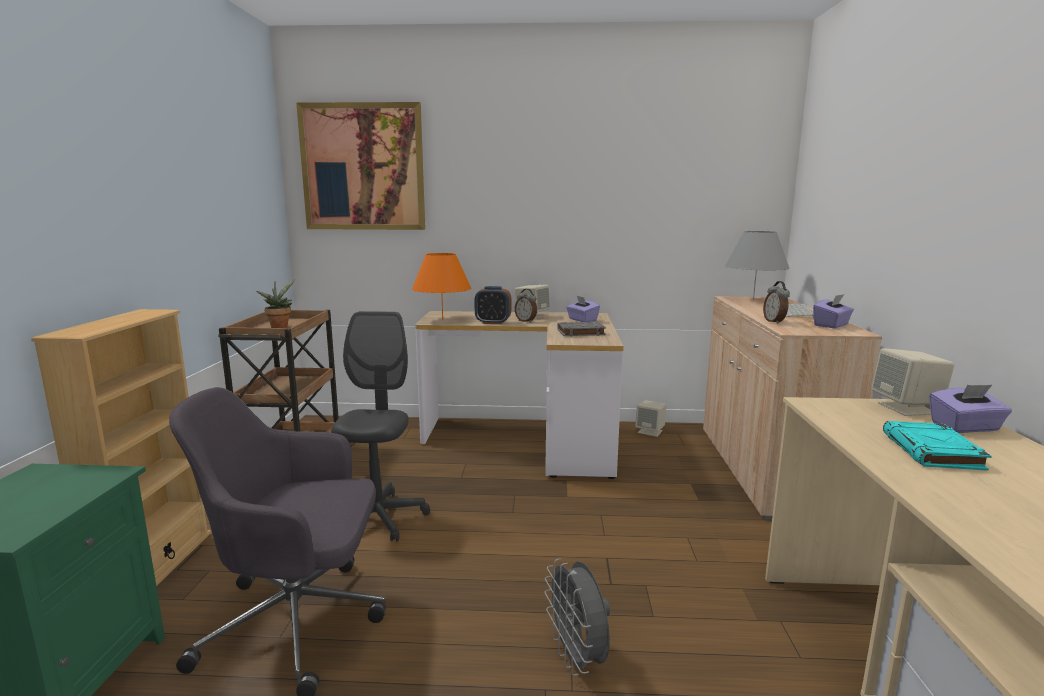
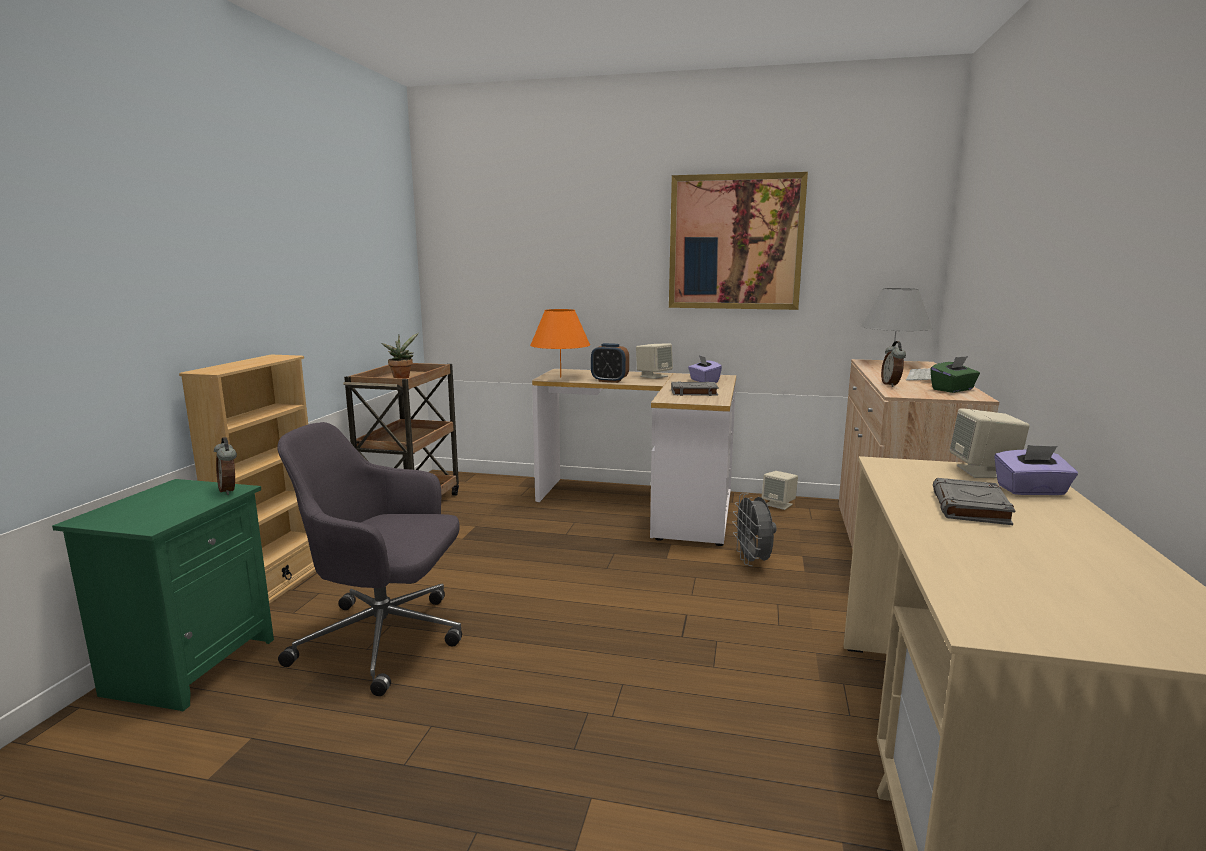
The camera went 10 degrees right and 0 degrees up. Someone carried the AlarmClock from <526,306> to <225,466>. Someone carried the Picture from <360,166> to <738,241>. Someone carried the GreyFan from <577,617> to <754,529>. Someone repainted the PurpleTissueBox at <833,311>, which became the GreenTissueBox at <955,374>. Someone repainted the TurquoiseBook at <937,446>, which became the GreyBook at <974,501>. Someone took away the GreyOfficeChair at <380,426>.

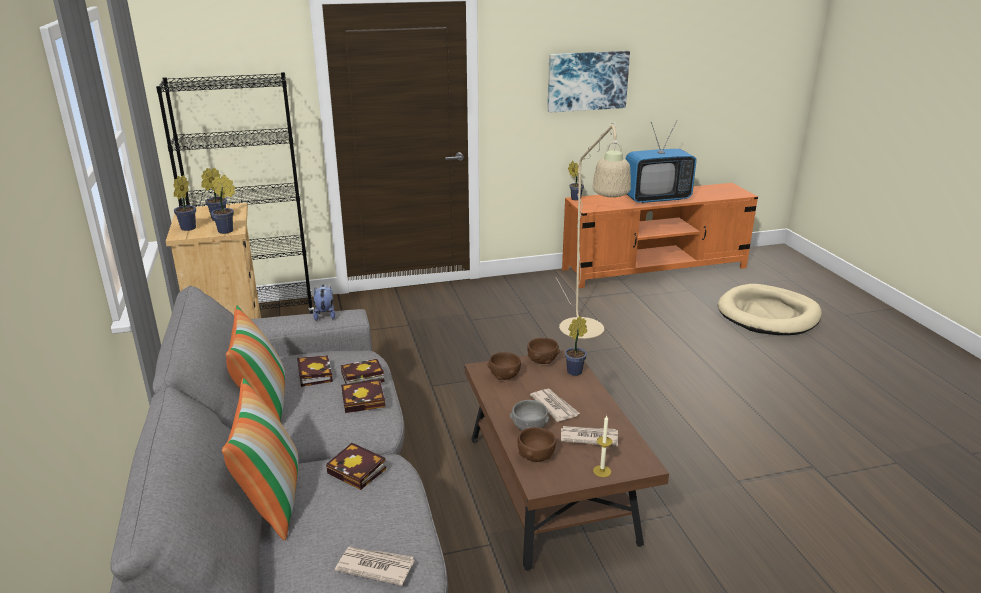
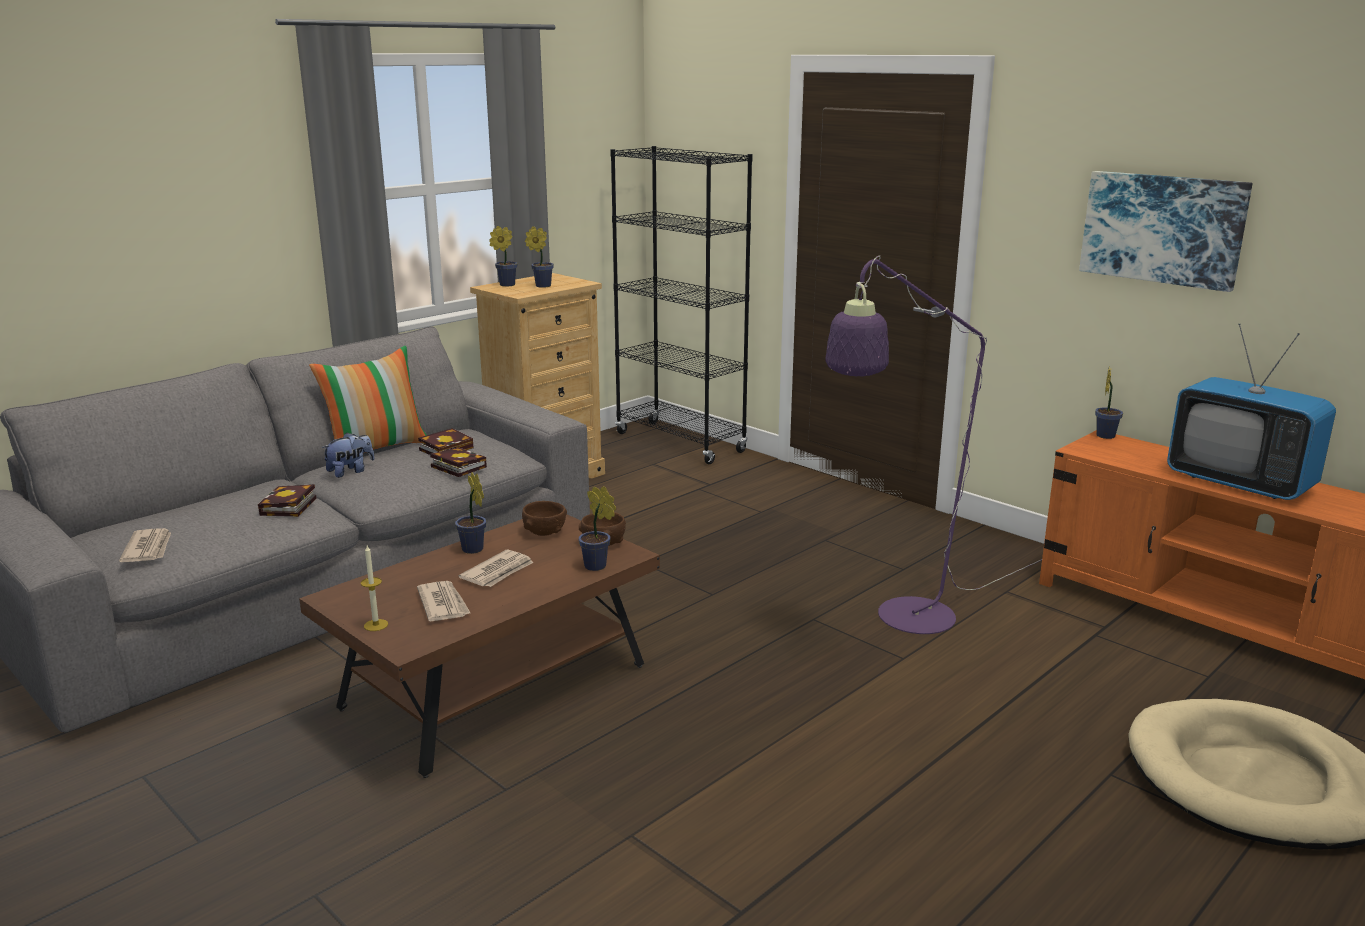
The camera went 60 degrees right and 5 degrees down. Someone carried the PlushToy from <324,303> to <348,455>. Someone carried the PottedPlant from <223,204> to <470,513>. Someone repainted the BeigeFloorLamp at <593,231>, which became the PurpleFloorLamp at <934,445>. Someone took away the Pillow at <260,459>. Someone took away the Book at <363,396>. Someone took away the GreyBowl at <530,415>. Someone took away the BrownBowl at <536,444>.

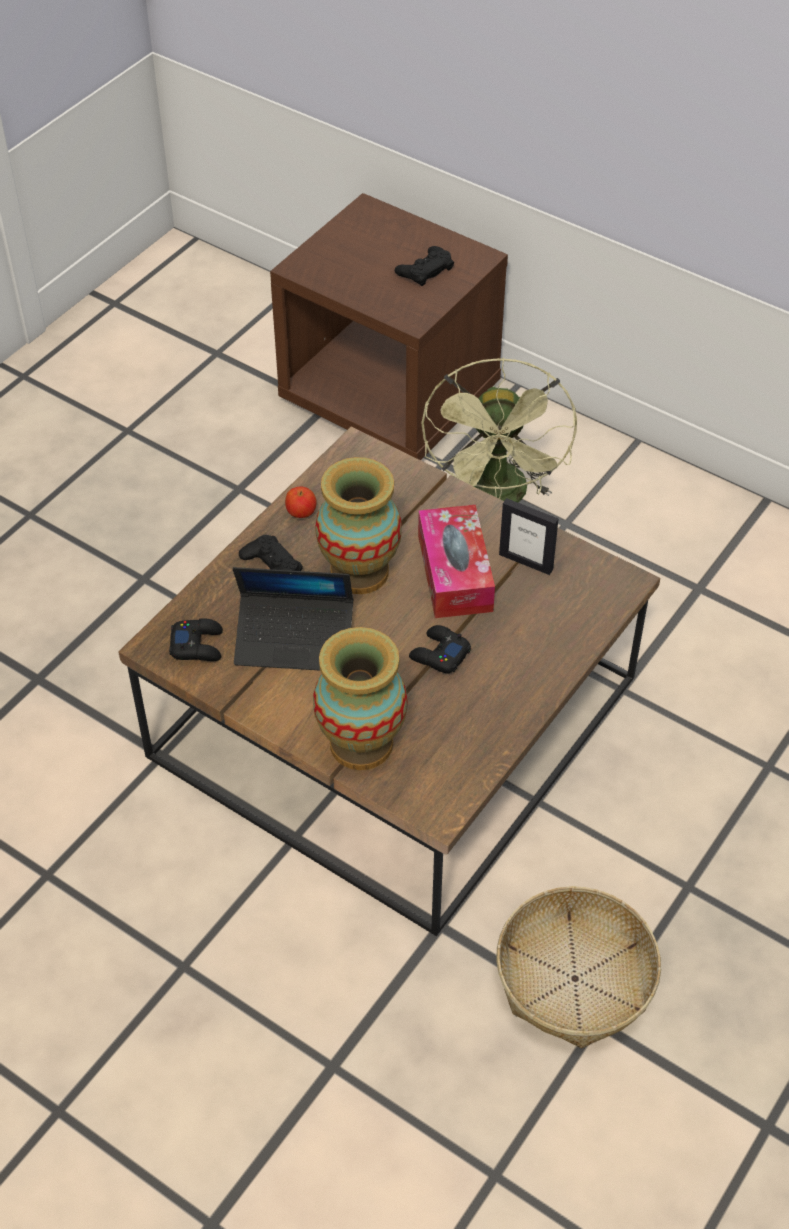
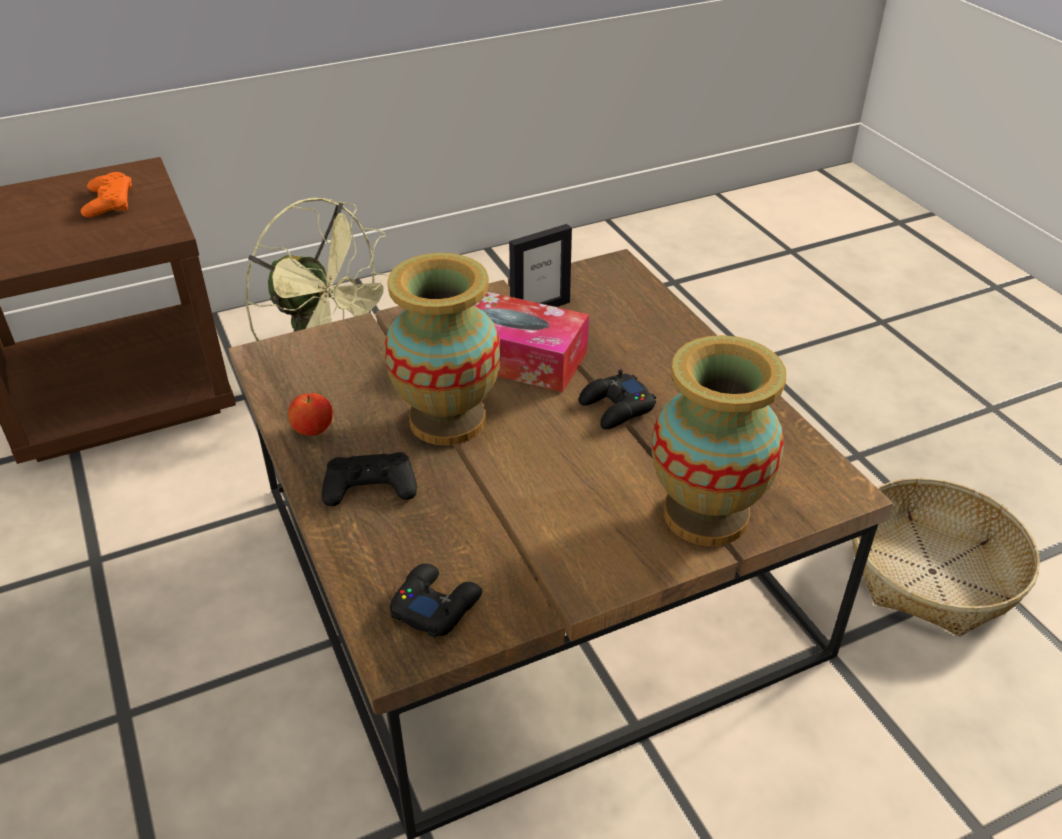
The camera went 60 degrees left and 10 degrees down. Someone repainted the BlackGameController at <424,266>, which became the OrangeGameController at <106,194>. Someone took away the Laptop at <293,618>.

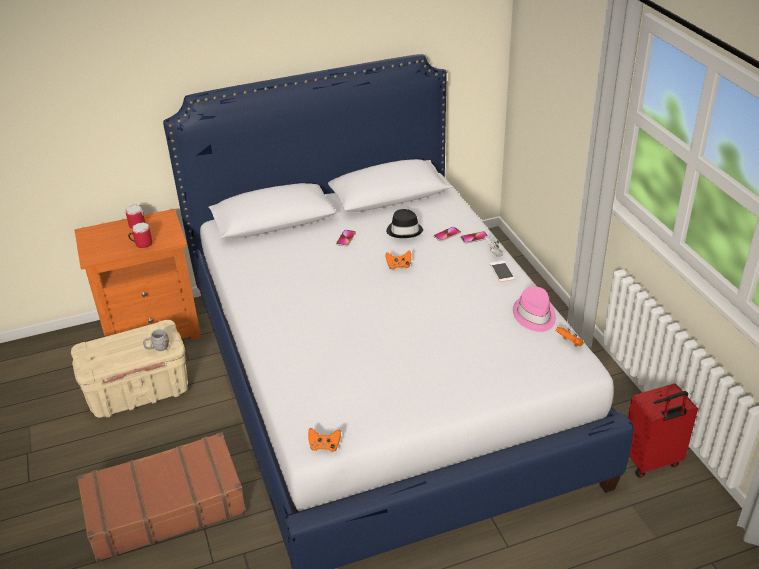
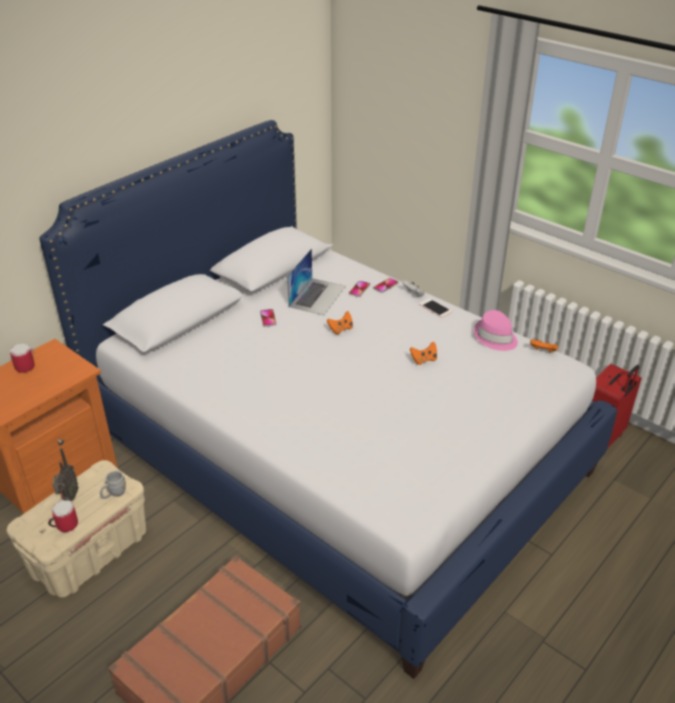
The camera went 30 degrees left and 0 degrees up. Someone carried the Mug from <140,235> to <63,516>. Someone put down the Radio at <65,474>. Someone swapped the BlackHat at <404,223> for the Laptop at <316,282>. Someone carried the OrangeGameController from <324,440> to <423,353>.

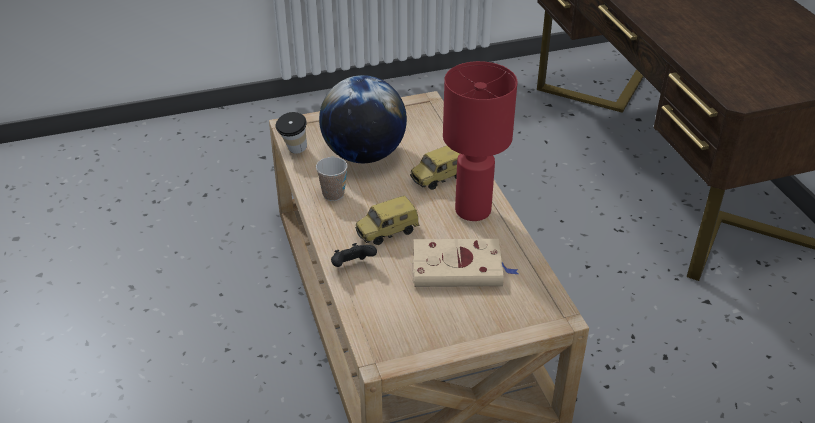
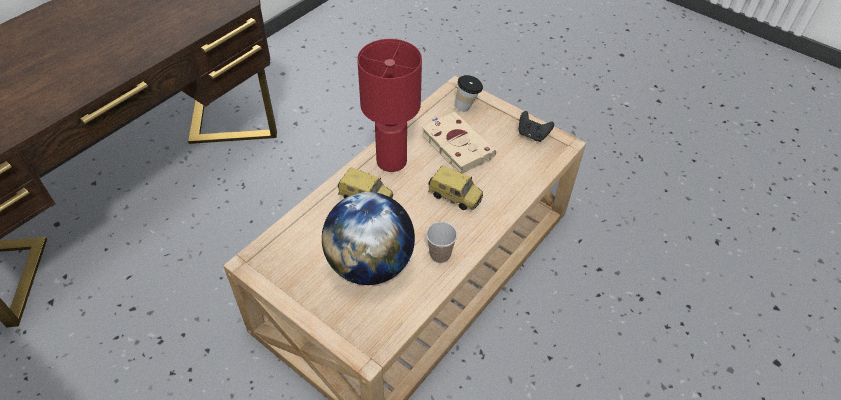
The camera went 125 degrees left and 10 degrees up. Someone carried the Cup from <291,133> to <468,93>. Someone carried the BlackGameController from <354,255> to <536,126>.

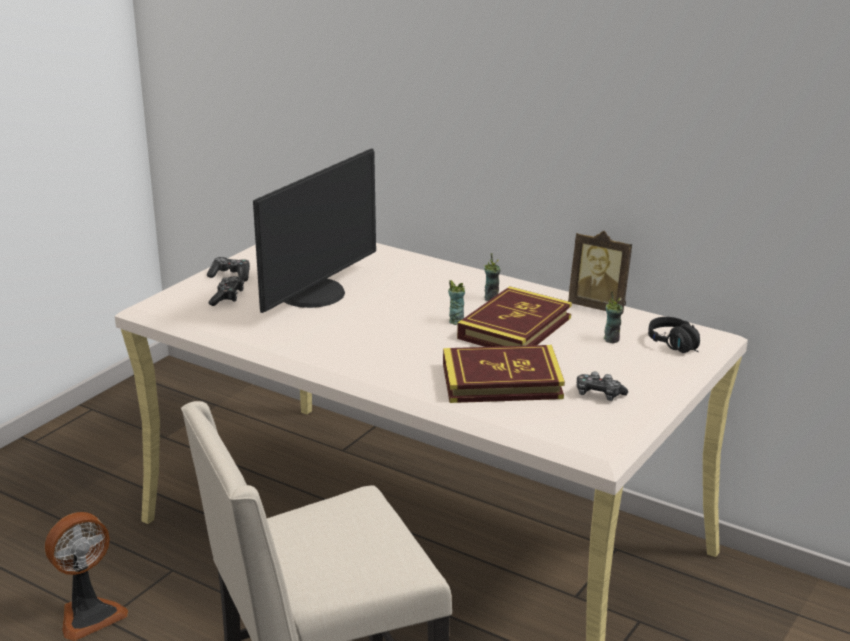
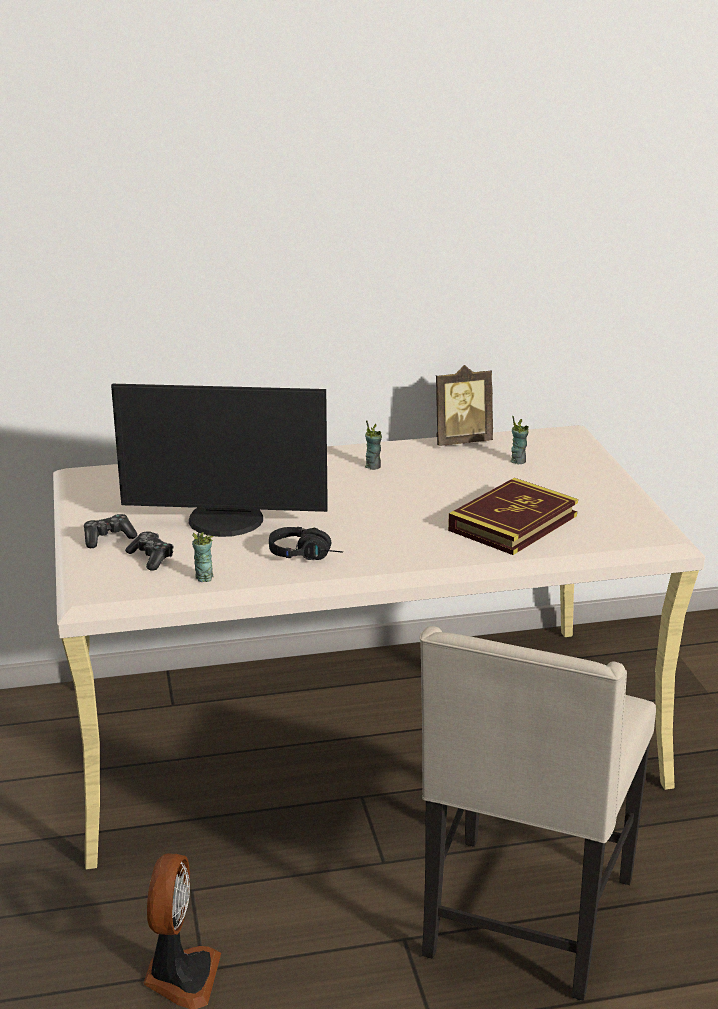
The camera went 45 degrees left and 0 degrees up. Someone rotated the Monitor at <314,230> by 105 degrees clockwise. Someone carried the Cup from <456,302> to <203,557>. Someone carried the BlackHeadphones from <674,335> to <306,543>. Someone took away the Book at <514,316>. Someone took away the GameController at <602,386>.

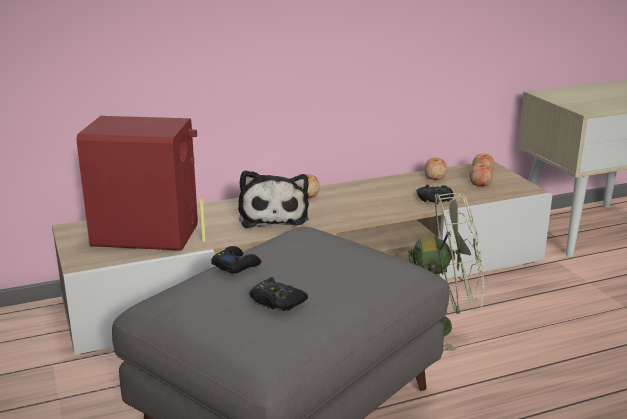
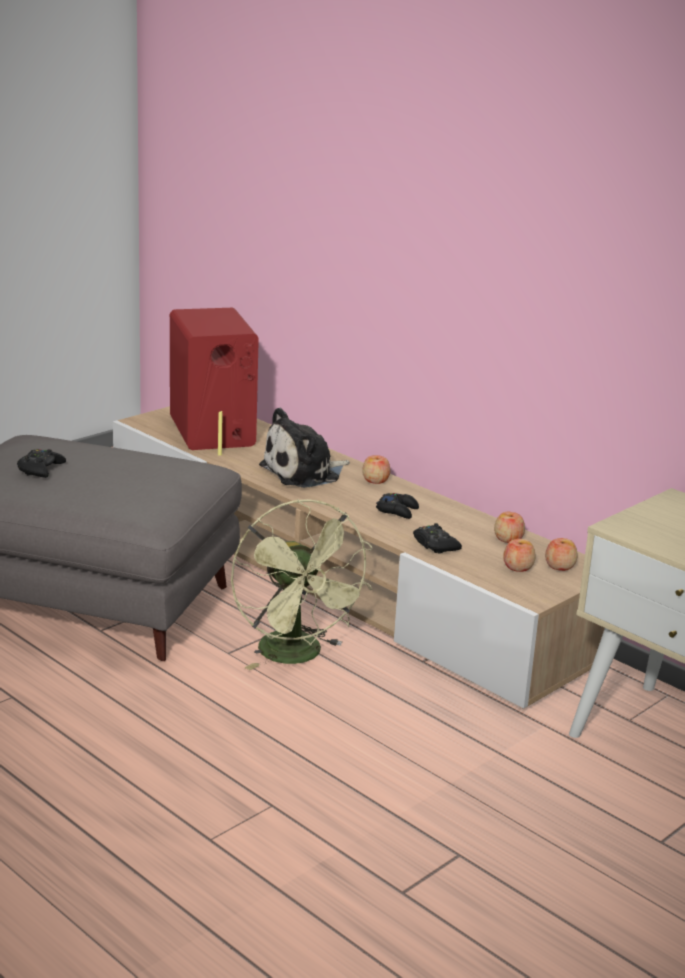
The camera went 65 degrees right and 0 degrees up. Someone carried the BlackGameController from <236,260> to <397,506>.

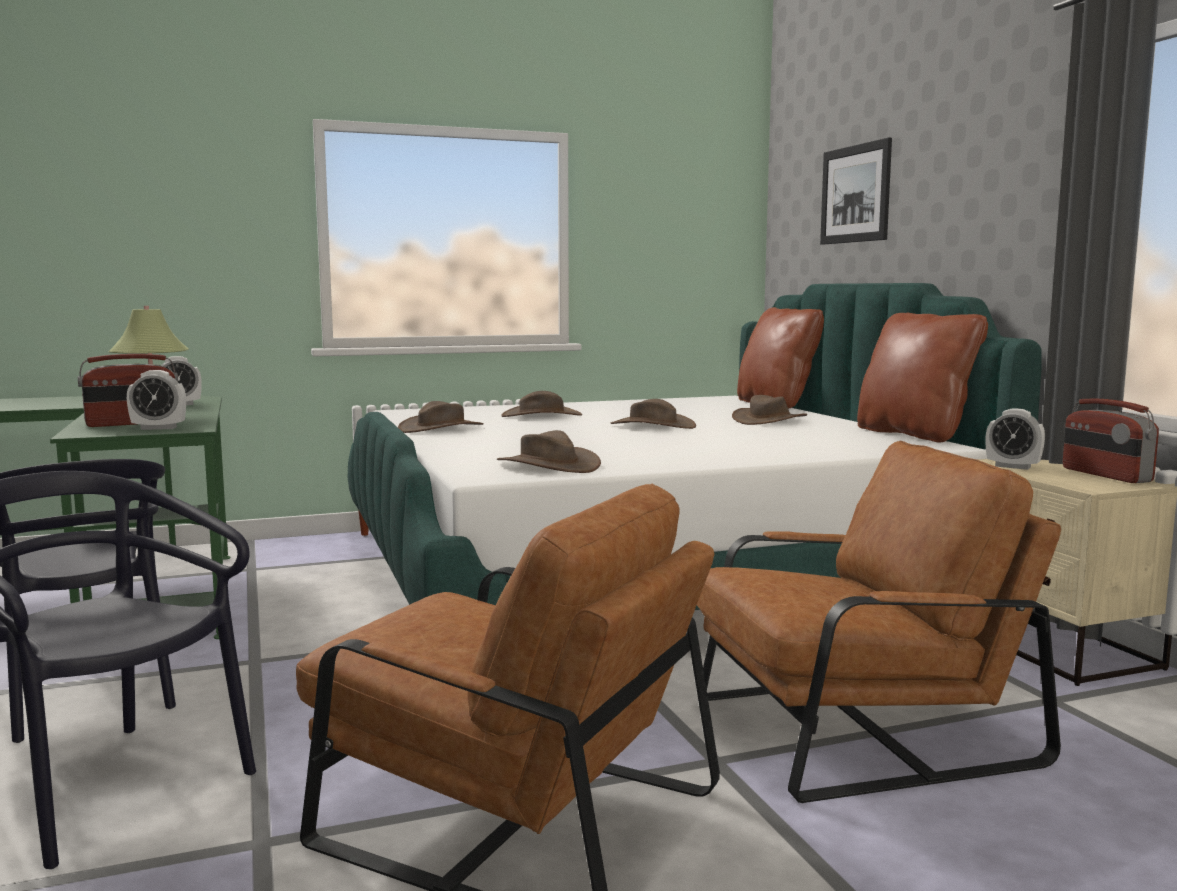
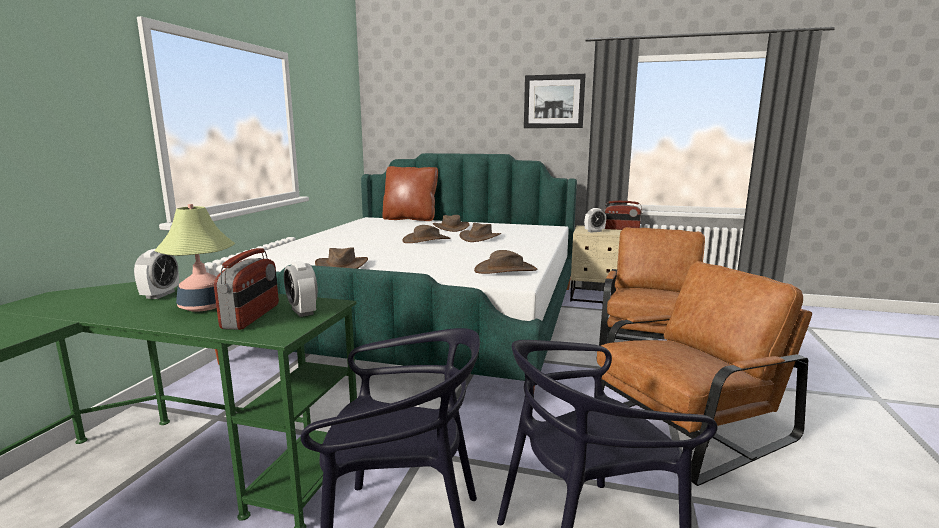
The camera went 55 degrees left and 5 degrees up. Someone rotated the AlarmClock at <156,400> by 120 degrees clockwise. Someone carried the BrownHat from <541,404> to <480,232>. Someone carried the Picture from <856,191> to <555,101>. Someone took away the BrownPillow at <922,377>.

